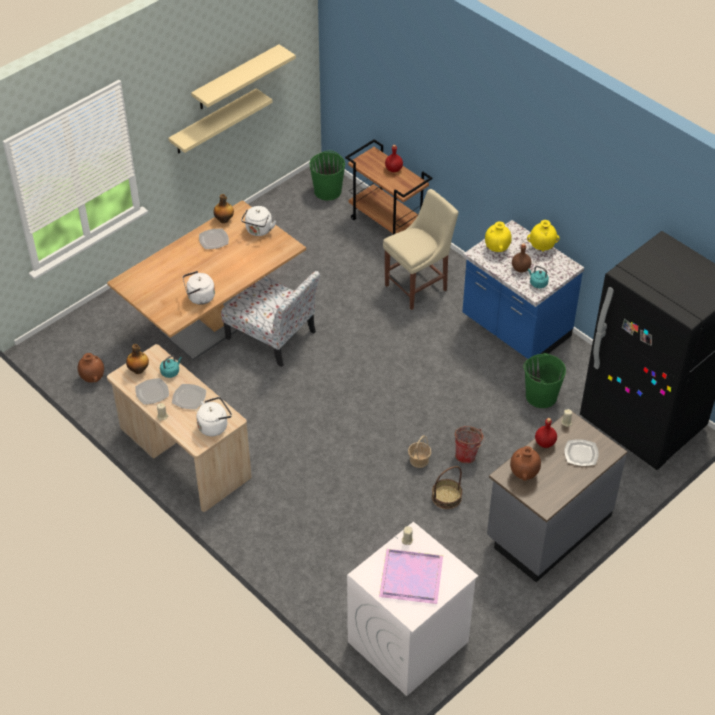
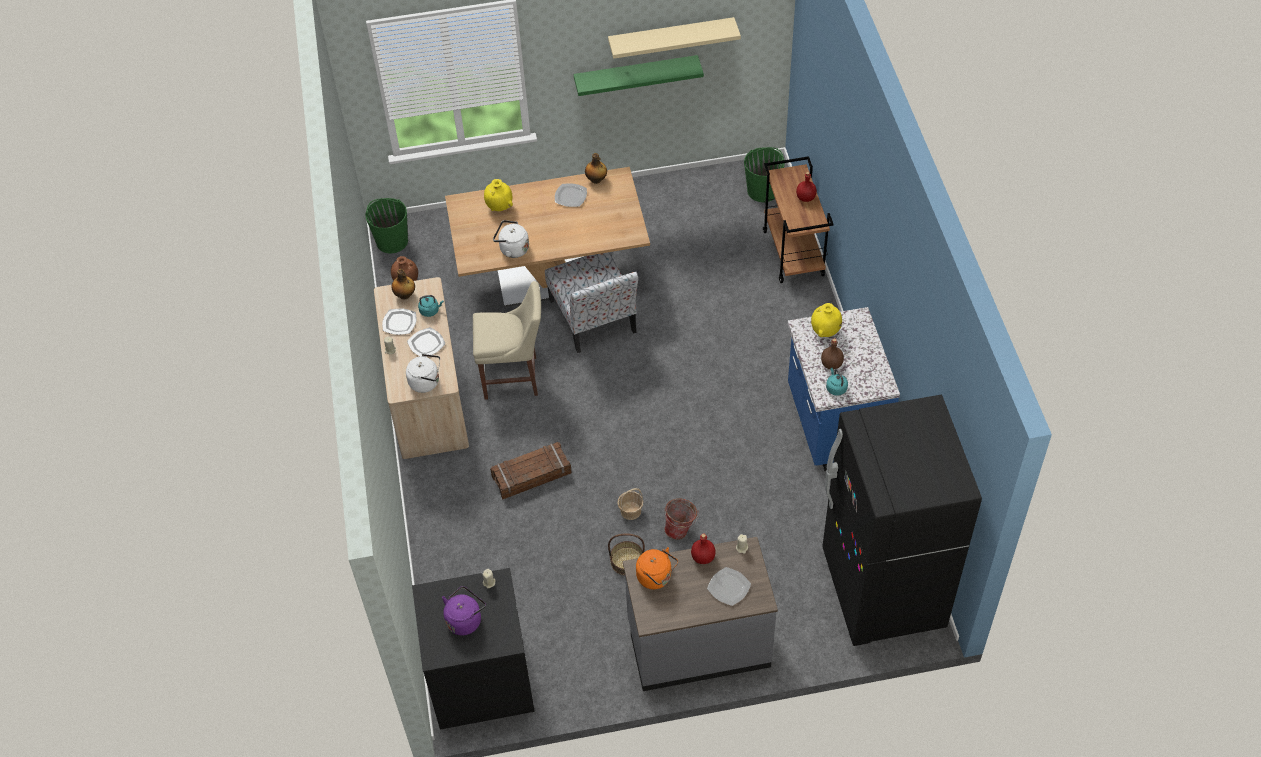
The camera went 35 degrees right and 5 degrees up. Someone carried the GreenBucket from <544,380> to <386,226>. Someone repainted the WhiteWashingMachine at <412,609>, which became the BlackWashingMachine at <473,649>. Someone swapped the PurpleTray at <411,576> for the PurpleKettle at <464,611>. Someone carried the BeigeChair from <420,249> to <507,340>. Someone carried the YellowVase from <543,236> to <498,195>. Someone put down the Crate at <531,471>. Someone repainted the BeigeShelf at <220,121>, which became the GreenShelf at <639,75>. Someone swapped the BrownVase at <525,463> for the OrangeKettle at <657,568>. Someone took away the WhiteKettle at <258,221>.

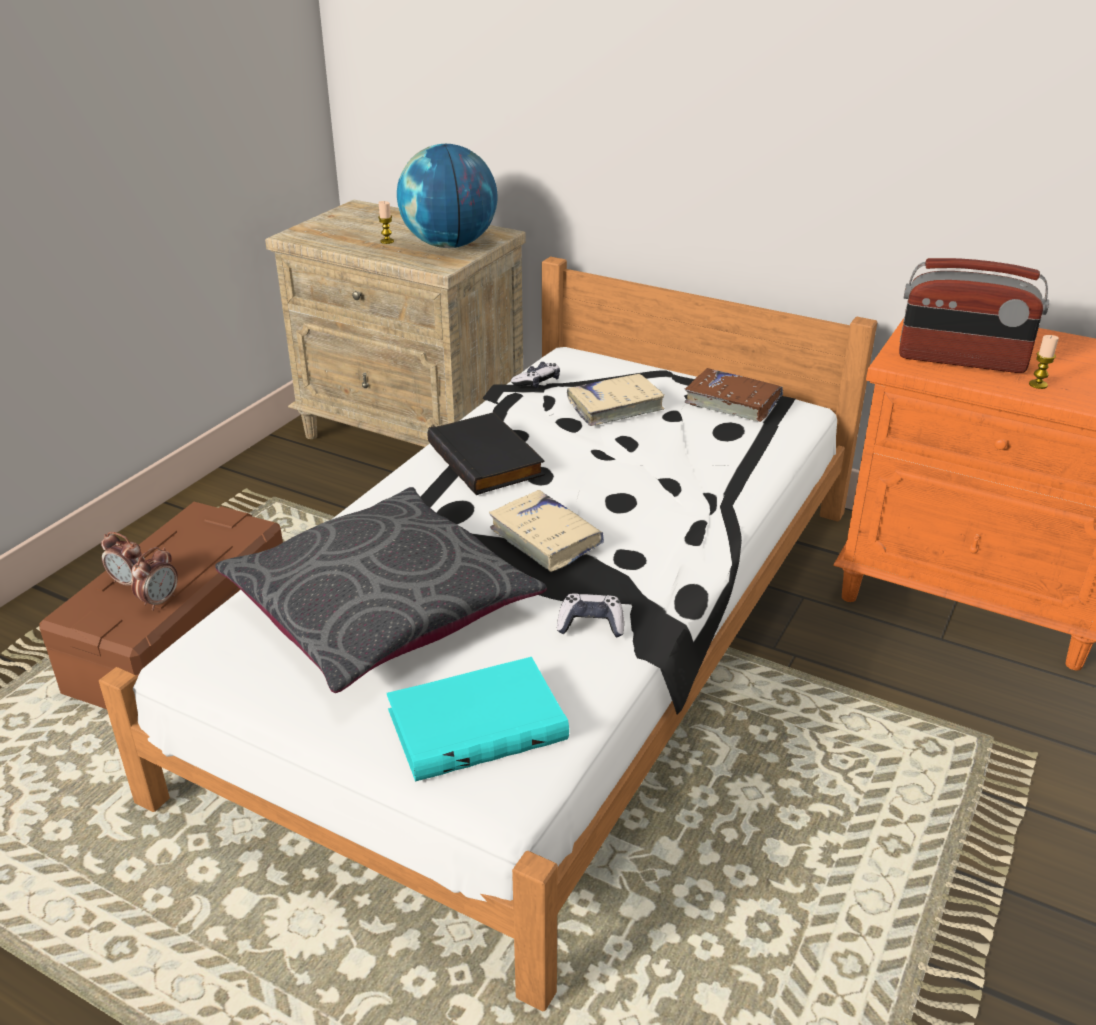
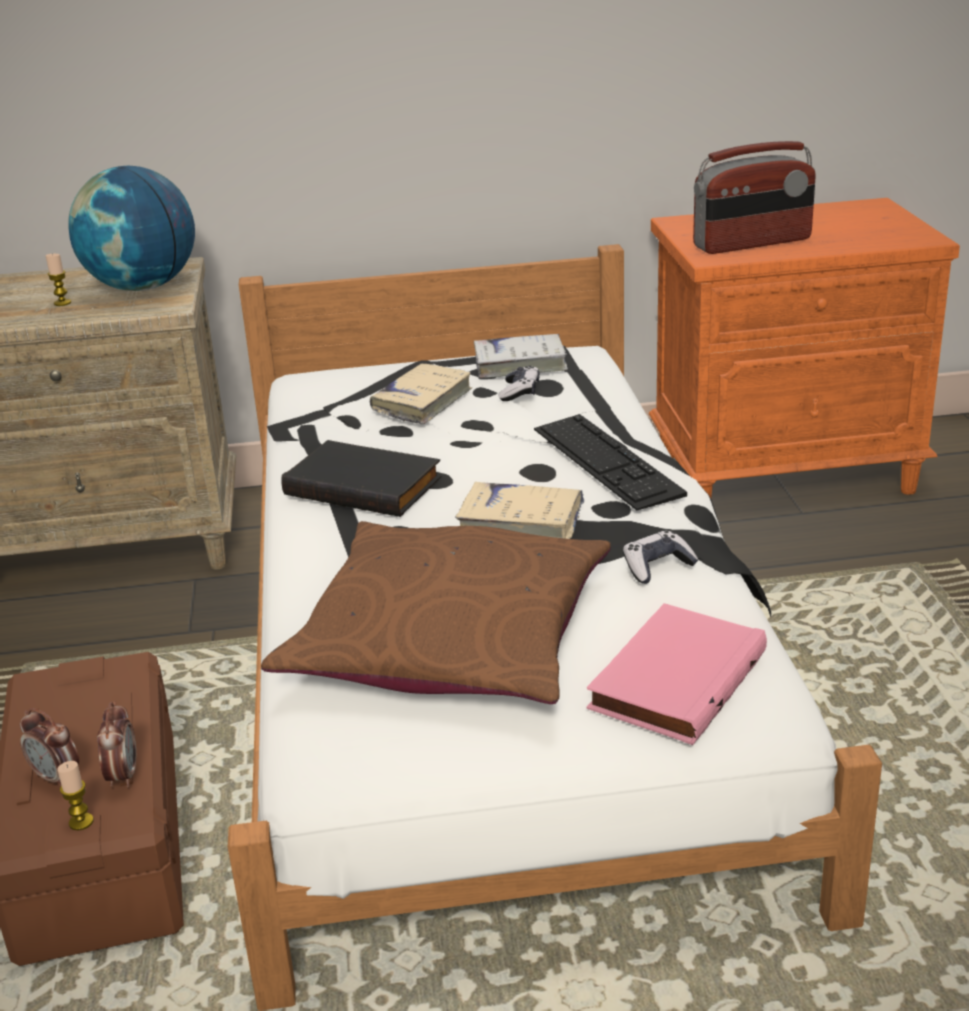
The camera went 35 degrees left and 5 degrees down. Someone rotated the AlarmClock at <123,559> by 45 degrees clockwise. Someone carried the Candle from <1044,362> to <75,795>. Someone repainted the GreyPillow at <381,590>, which became the BrownPillow at <436,612>. Someone repainted the BrownBook at <733,395>, which became the WhiteBook at <521,356>. Someone carried the GameController from <535,375> to <519,383>. Someone put down the Keyboard at <610,462>. Someone repainted the TurquoiseBook at <478,719>, which became the PinkBook at <677,674>.

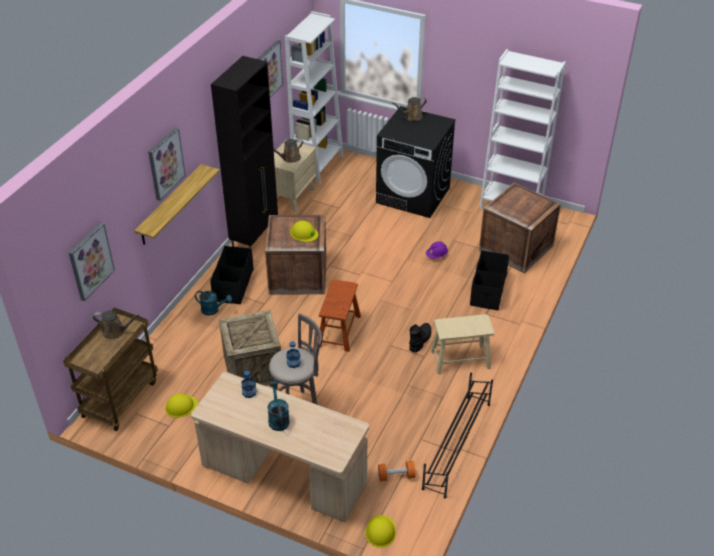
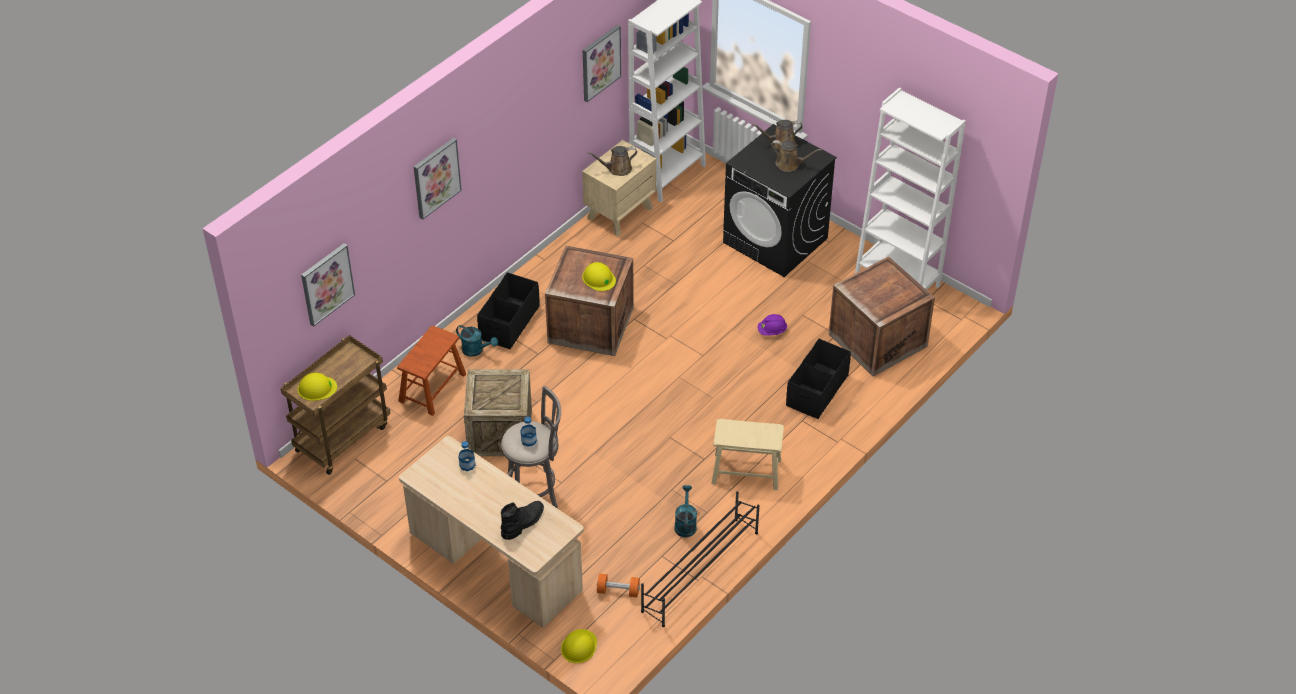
The camera went 15 degrees right and 5 degrees up. Someone carried the YellowHardHat from <181,406> to <317,387>. Someone carried the BrownStool from <338,316> to <431,371>. Someone carried the BlackBoot from <420,337> to <522,520>. Someone carried the TurquoiseWateringCan from <278,406> to <685,511>. Someone carried the BrownWateringCan from <116,325> to <796,156>. Someone took away the Shelf at <176,204>. Someone took away the BlackCabinet at <244,152>.

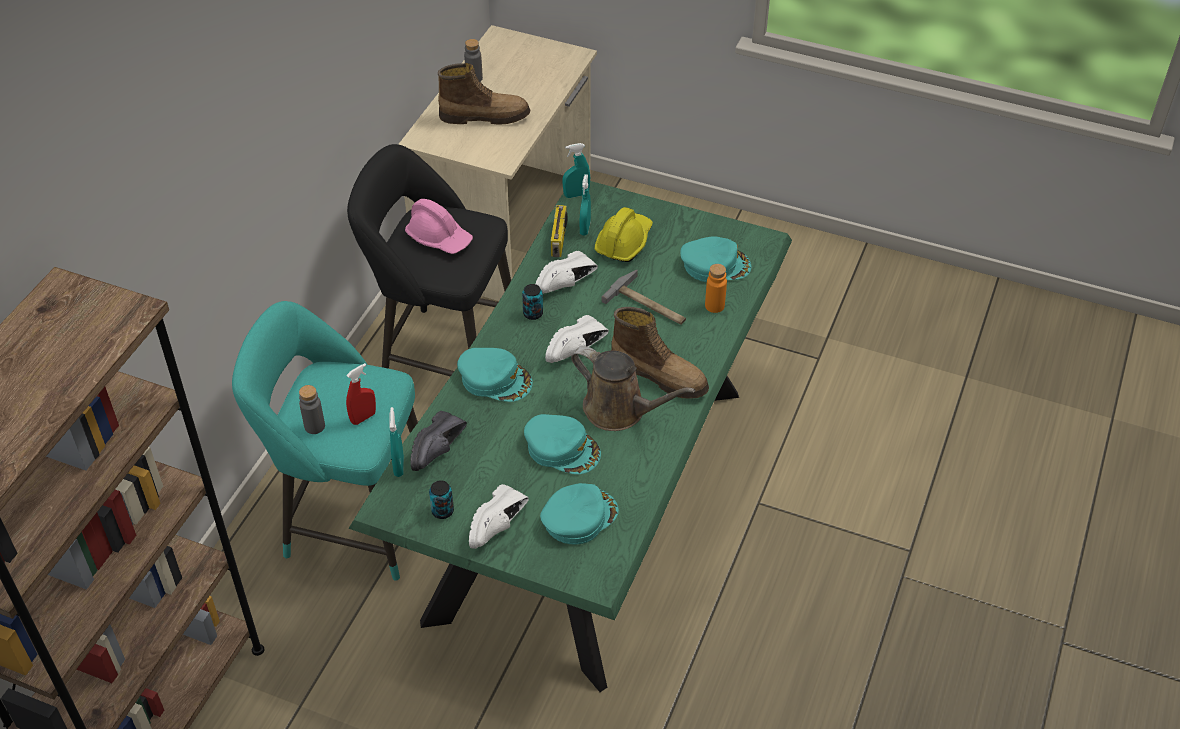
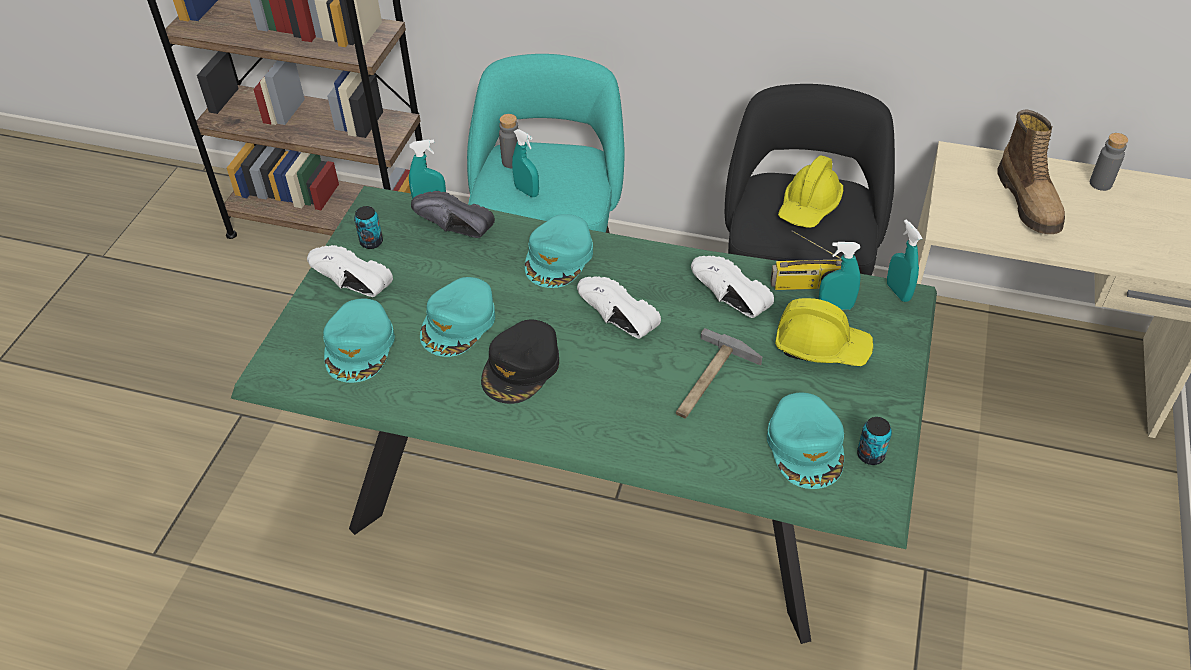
The camera went 85 degrees right and 0 degrees up. Someone rotated the TurquoiseCap at <579,514> by 45 degrees clockwise. Someone swapped the BrownWateringCan at <633,388> for the BlackCap at <520,362>. Someone repainted the RedSprayBottle at <361,394>, which became the TurquoiseSprayBottle at <525,163>. Someone repainted the PinkHardHat at <439,226>, which became the YellowHardHat at <810,191>. Someone carried the Can from <532,302> to <874,441>. Someone took away the Boot at <660,353>. Someone took away the OrangeBottle at <716,288>.

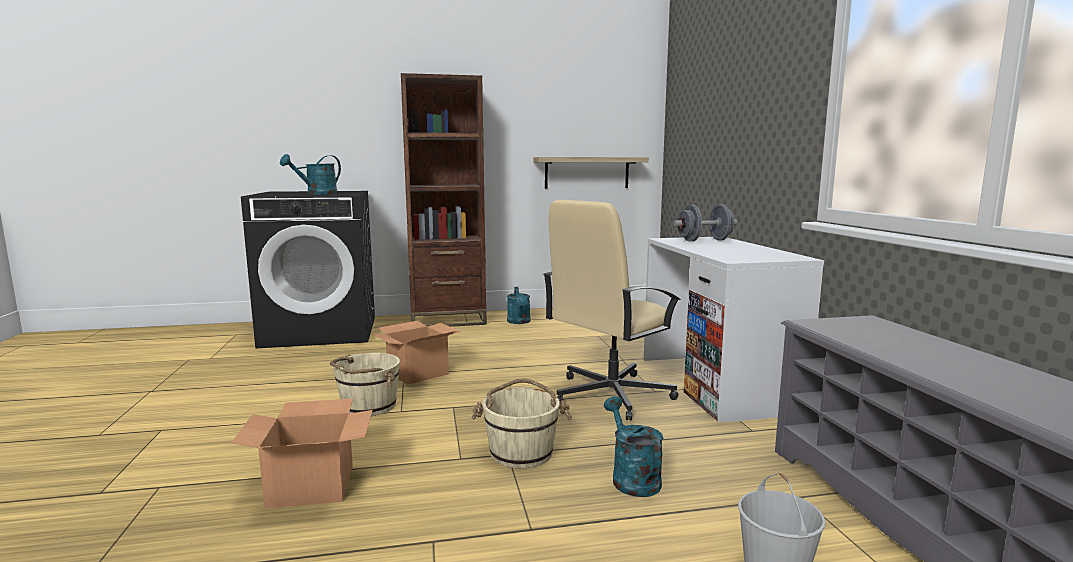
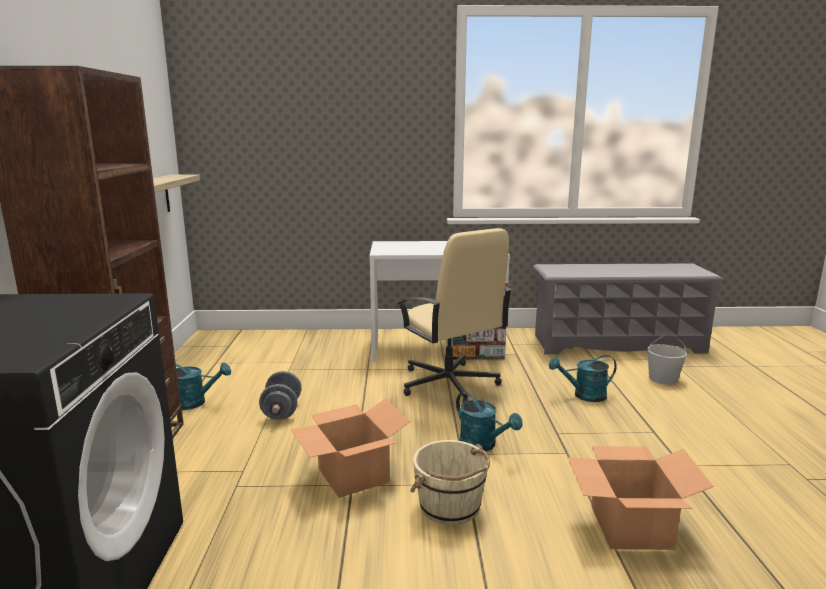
The camera went 80 degrees left and 5 degrees up. Someone carried the GreyDumbbell from <705,223> to <280,395>. Someone carried the TurquoiseWateringCan from <310,174> to <489,421>. Someone took away the BeigeBucket at <522,424>.

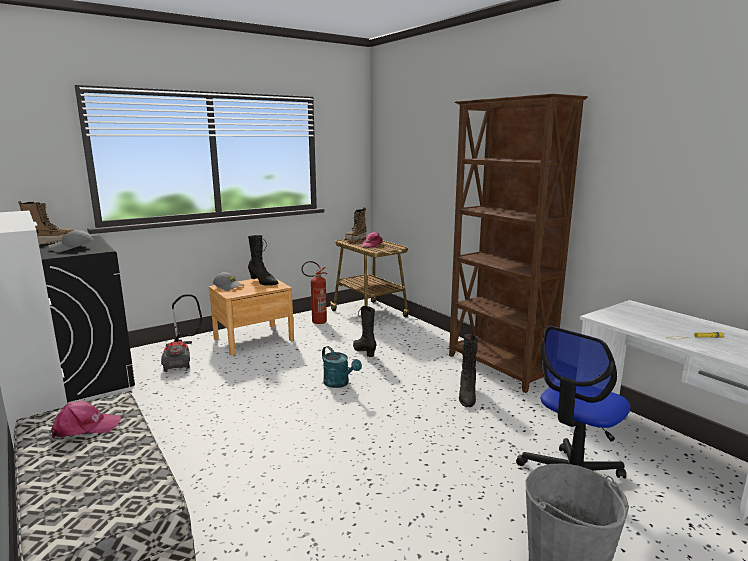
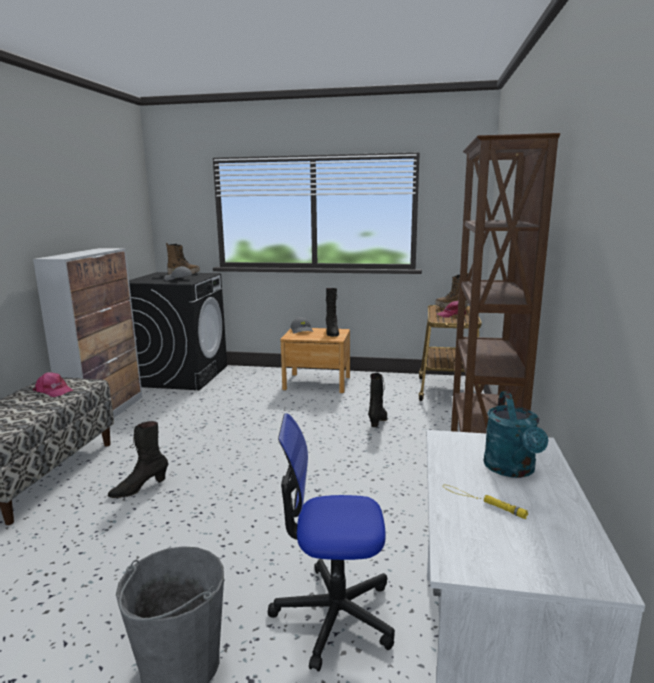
The camera went 45 degrees right and 0 degrees up. Someone carried the BlackBoot from <469,370> to <138,459>. Someone carried the TurquoiseWateringCan from <342,367> to <516,435>. Someone took away the VacuumCleaner at <181,333>. Someone took away the FireExtinguisher at <314,292>.

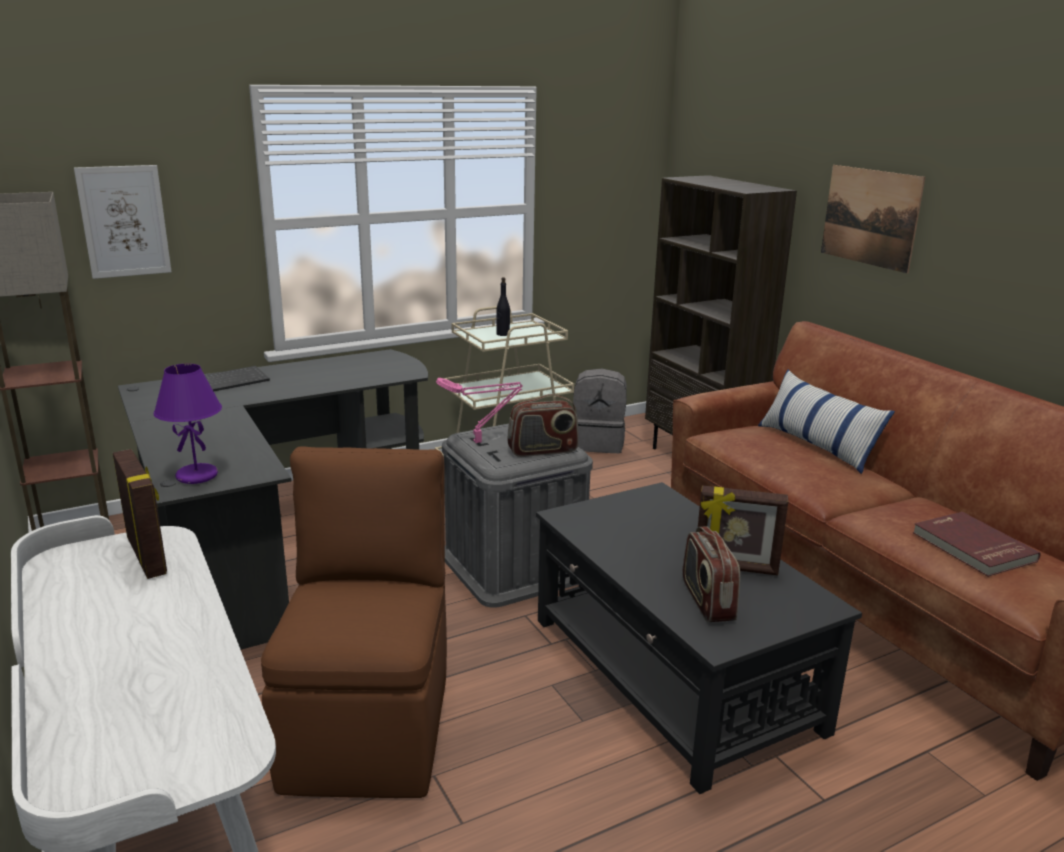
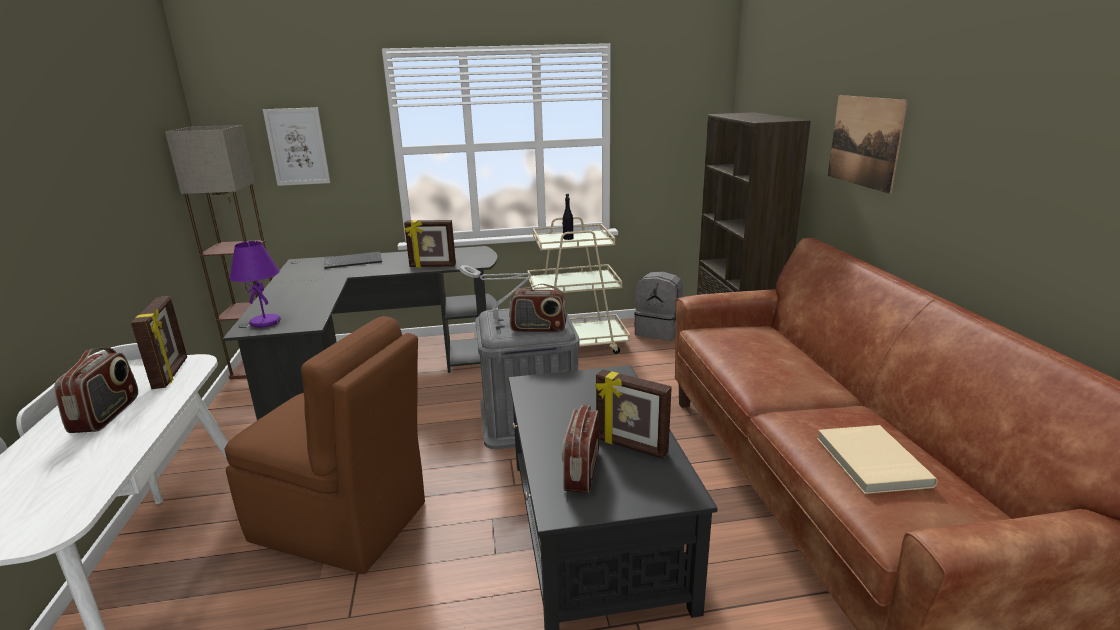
The camera went 20 degrees right and 0 degrees up. Someone put down the Radio at <96,390>. Someone rotated the BrownChair at <354,622> by 90 degrees clockwise. Someone put down the PictureFrame at <430,244>. Someone repainted the PinkTableLamp at <479,410>, which became the GreyTableLamp at <495,292>. Someone repainted the RedBook at <977,544>, which became the BeigeBook at <877,459>. Someone took away the Pillow at <826,422>.

